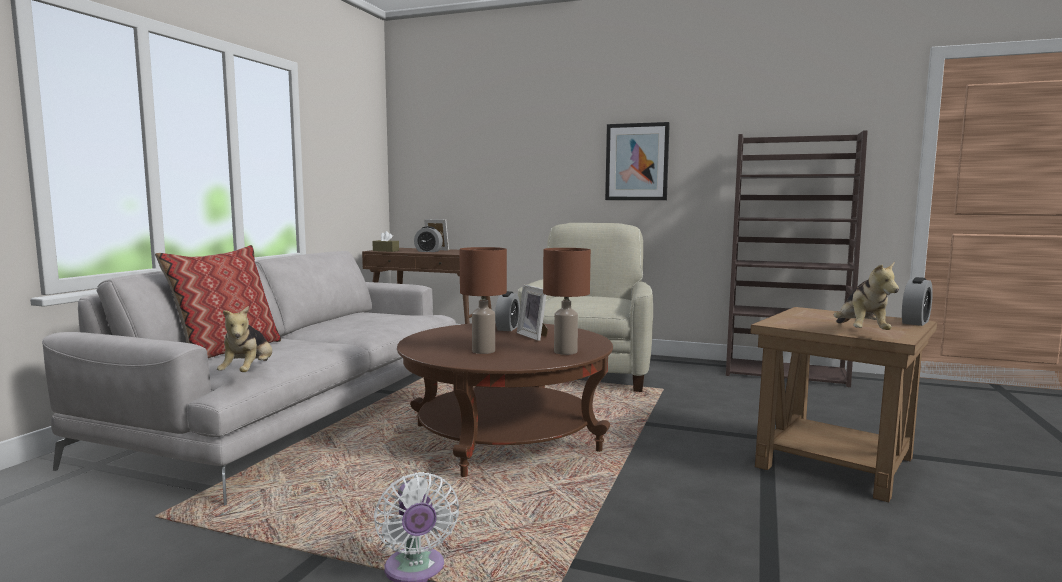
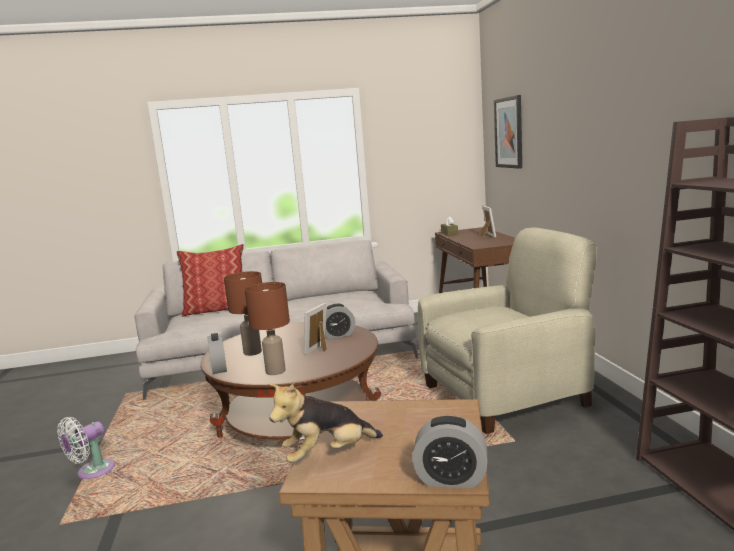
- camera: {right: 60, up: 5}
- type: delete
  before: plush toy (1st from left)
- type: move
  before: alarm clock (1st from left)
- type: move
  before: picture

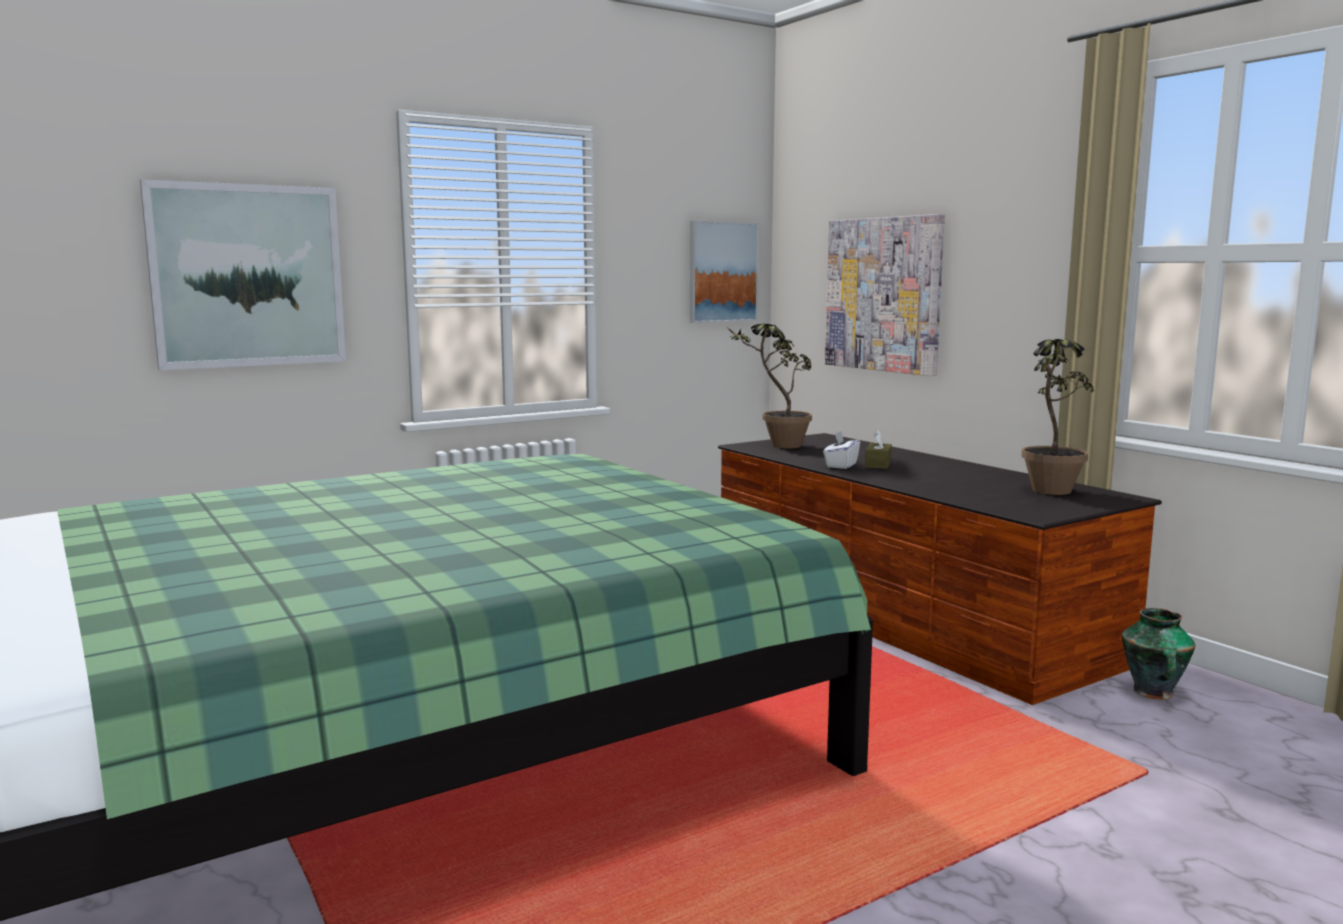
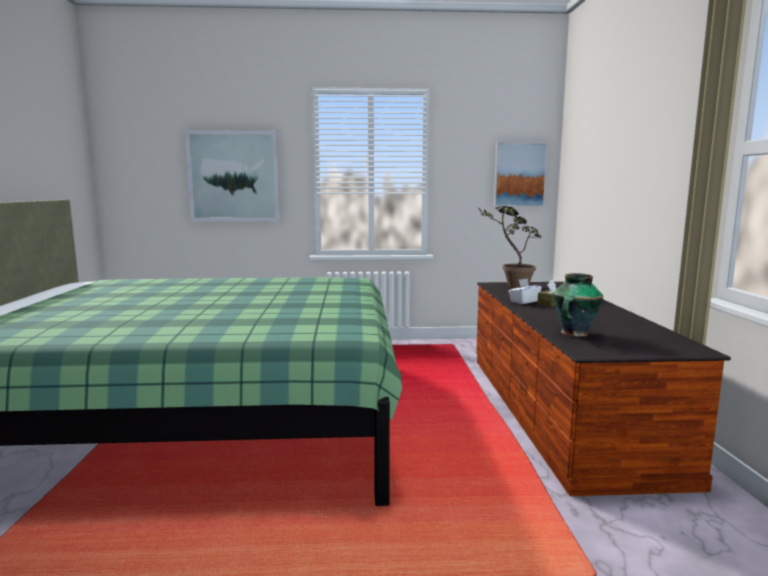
- camera: {right: 30, up: 0}
- type: delete
  before: picture (3rd from left)
- type: delete
  before: potted plant (2nd from left)
- type: move
  before: vase

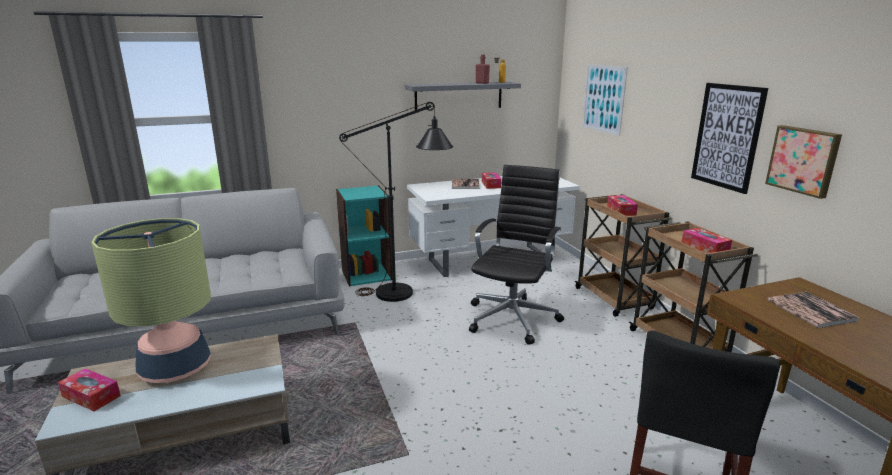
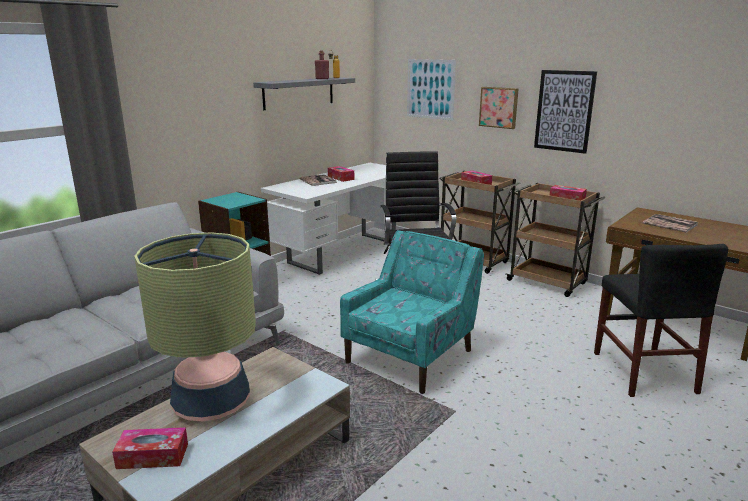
- camera: {right: -30, up: 0}
- type: delete
  before: floor lamp/black
- type: insert
  after: armchair/turquoise
- type: move
  before: picture (3rd from left in the first image)
  after: picture (2nd from left)

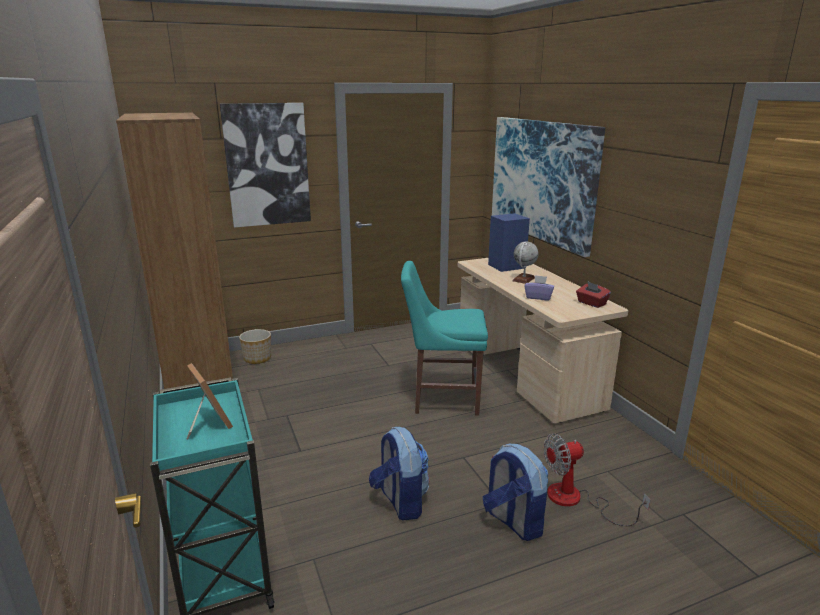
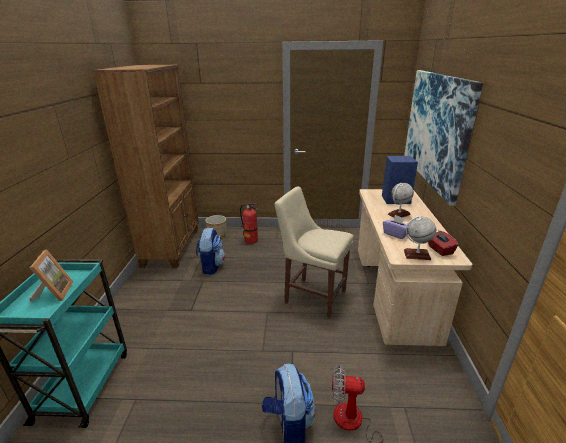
- camera: {right: 25, up: 5}
- type: delete
  before: picture (1st from left)
- type: insert
  after: fire extinguisher
- type: insert
  after: globe (2nd from left)
- type: move
  before: backpack (1st from left)
- type: recolor
  before: chair/turquoise
  after: chair/beige

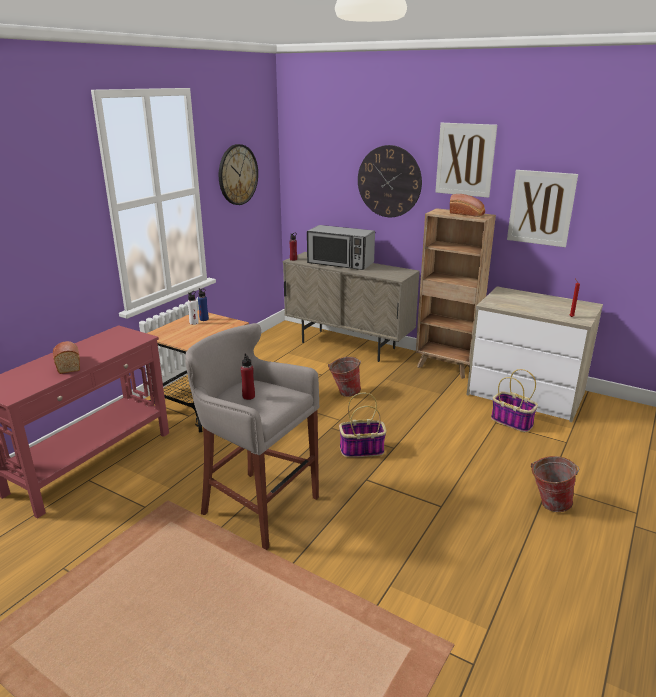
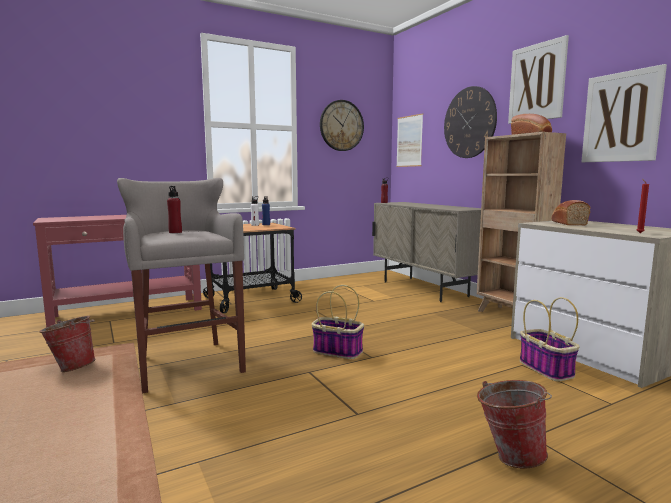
- camera: {right: 30, up: -15}
- type: delete
  before: microwave
- type: insert
  after: picture (1st from left)
- type: move
  before: bread (1st from left in the first image)
  after: bread (2nd from left)
- type: move
  before: bucket (1st from left)

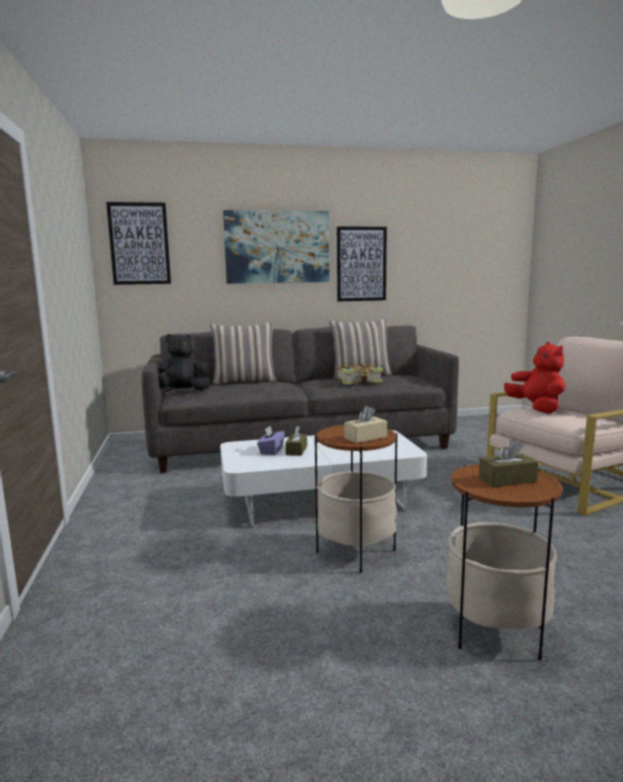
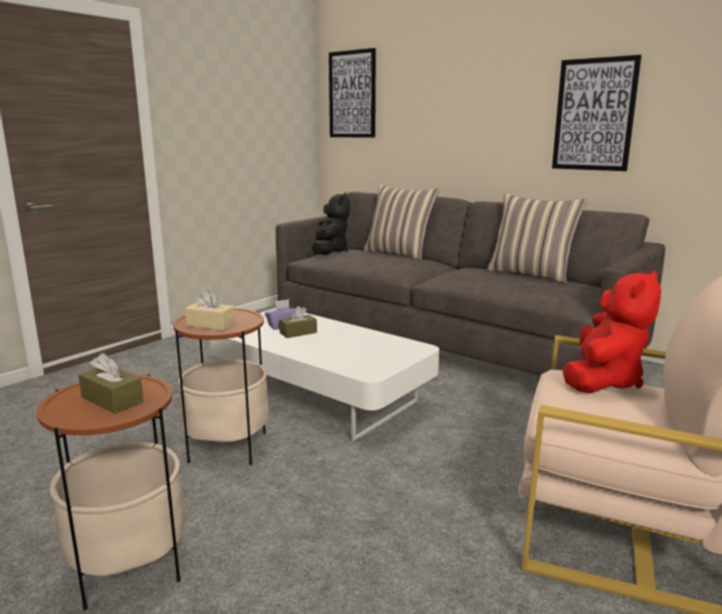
- camera: {right: 50, up: 5}
- type: delete
  before: picture (2nd from left)
- type: delete
  before: book
- type: rotate
  before: plush toy/black
  turn: 60

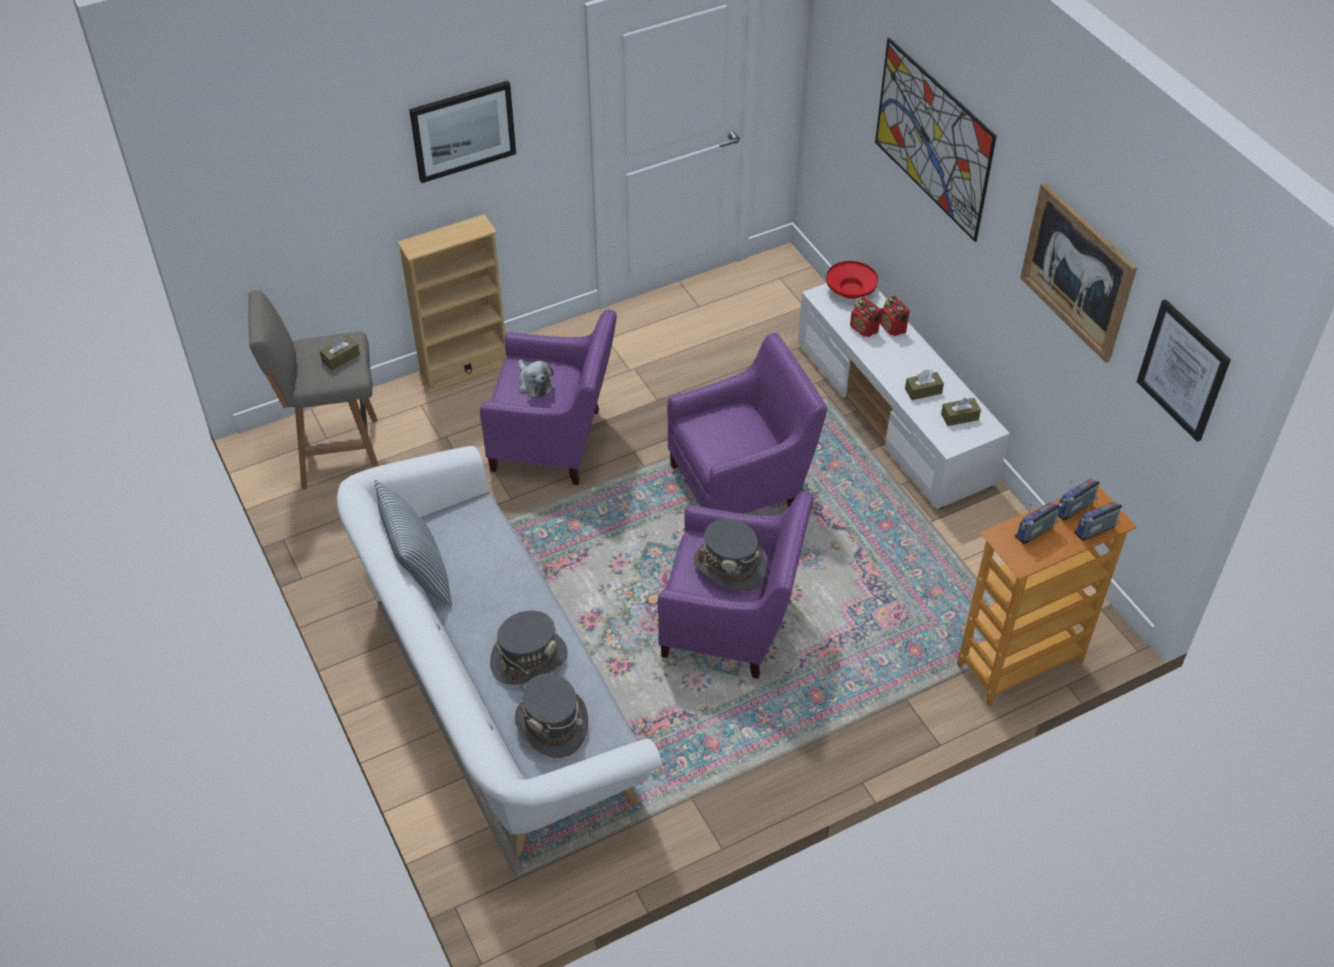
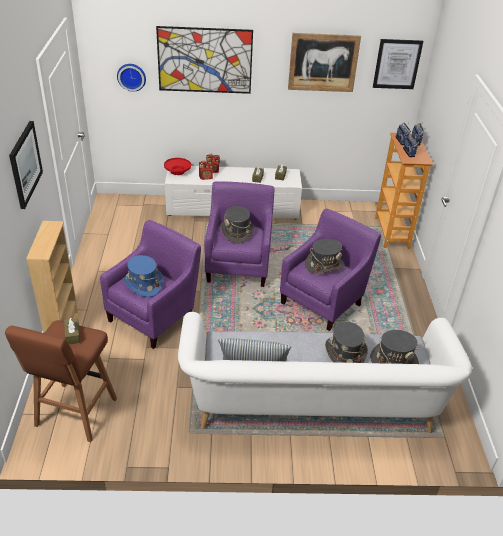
- camera: {right: -65, up: -10}
- type: insert
  after: wall clock
- type: insert
  after: hat/grey (1st from left)
- type: replace
  before: plush toy
  after: hat/blue
- type: recolor
  before: stool/grey
  after: stool/brown

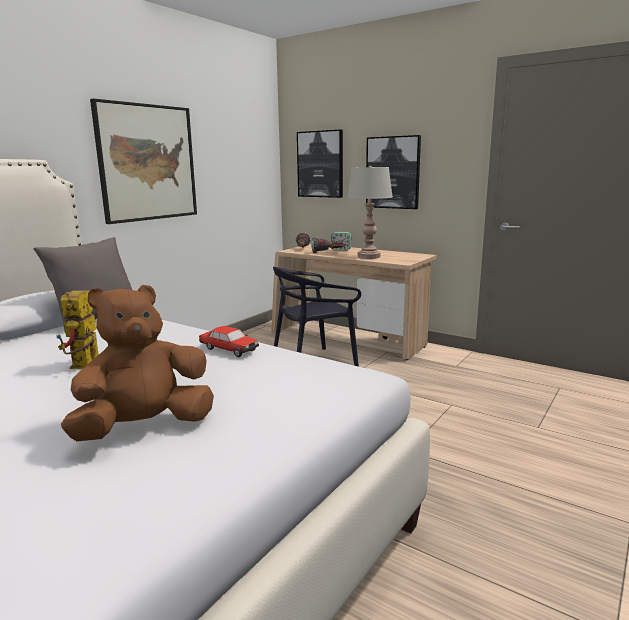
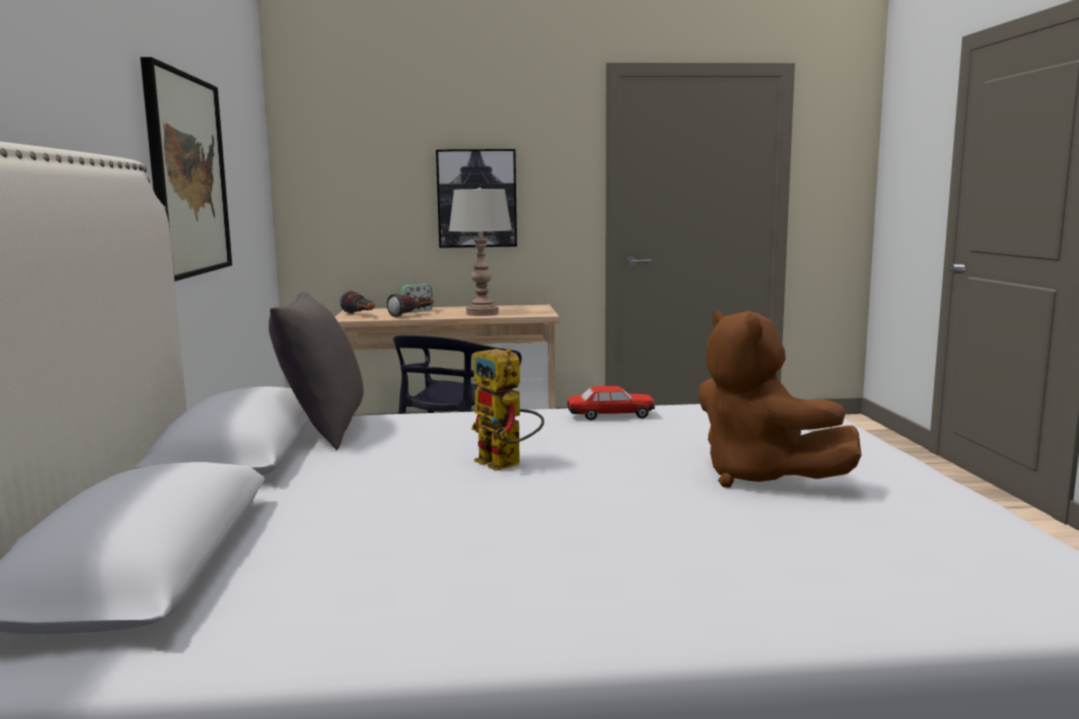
- camera: {right: -40, up: -5}
- type: delete
  before: picture (2nd from left)
- type: rotate
  before: plush toy/brown
  turn: -45

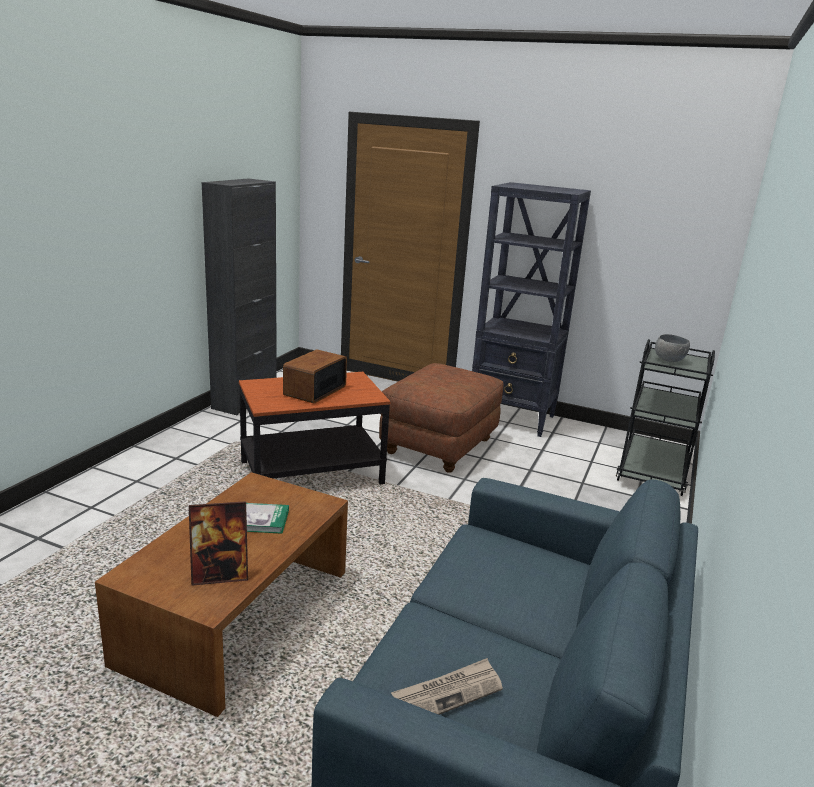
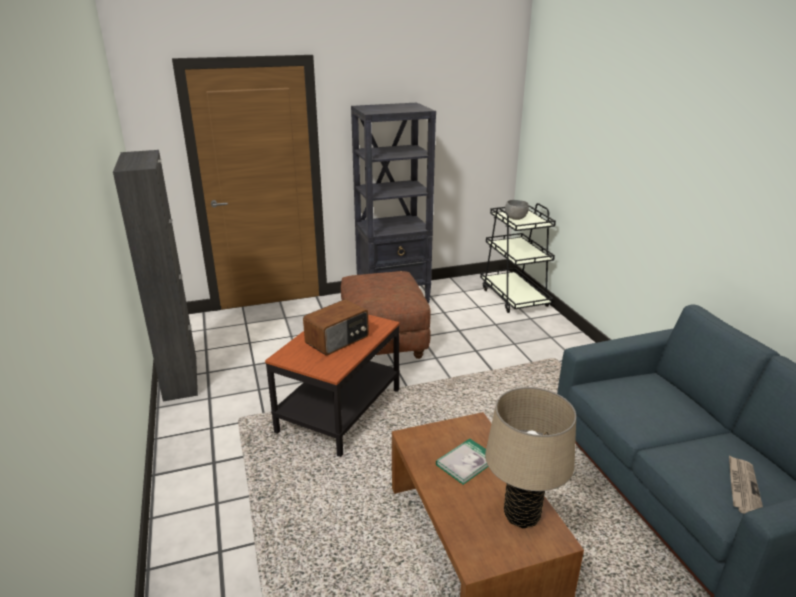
- camera: {right: -40, up: 5}
- type: replace
  before: picture frame
  after: table lamp/beige
- type: rotate
  before: radio
  turn: -120

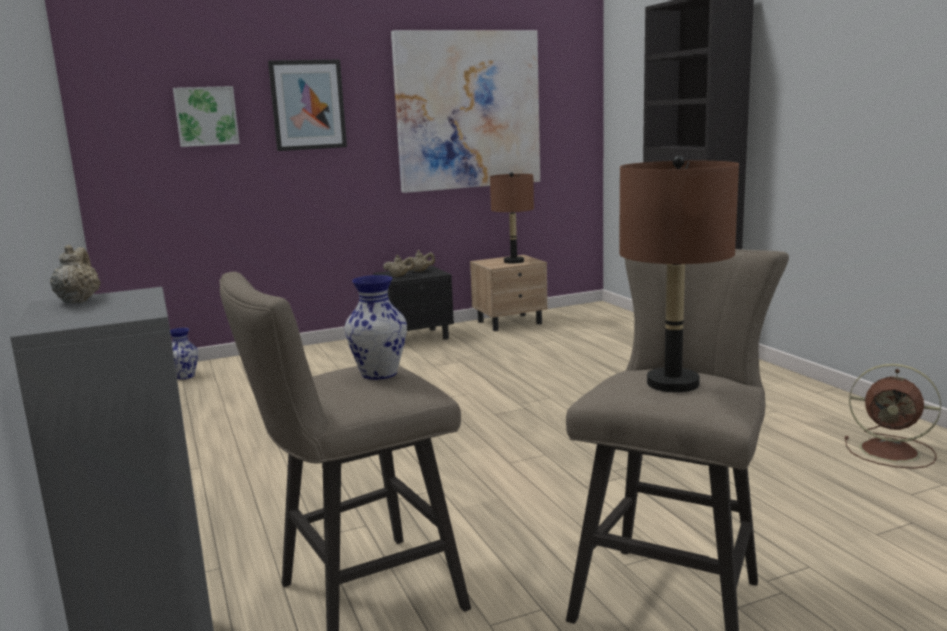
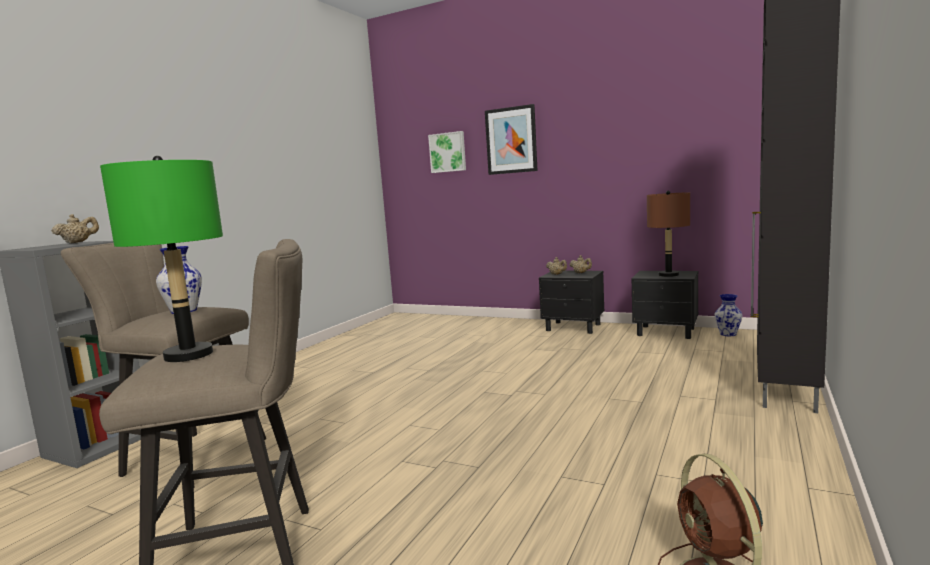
- camera: {right: 50, up: -5}
- type: delete
  before: picture (3rd from left)
- type: move
  before: vase (1st from left in the first image)
  after: vase (2nd from left)
- type: recolor
  before: nightstand/beige
  after: nightstand/black (2nd from left)
- type: recolor
  before: table lamp/brown (2nd from left)
  after: table lamp/green

